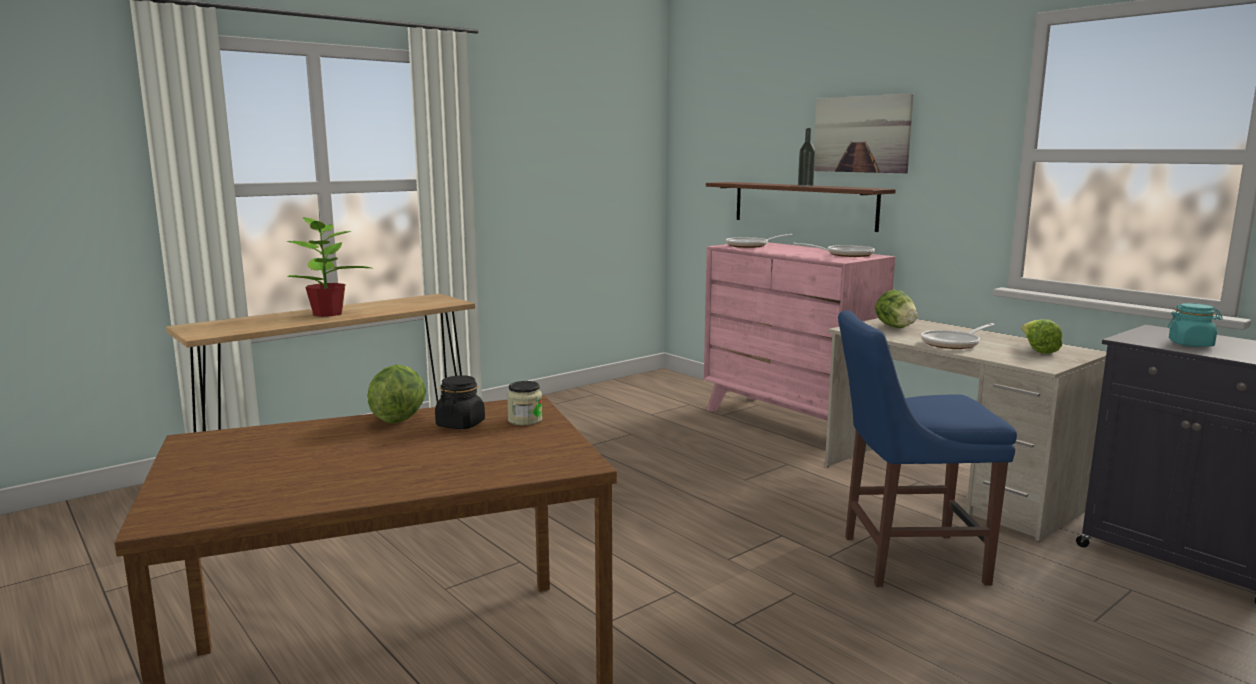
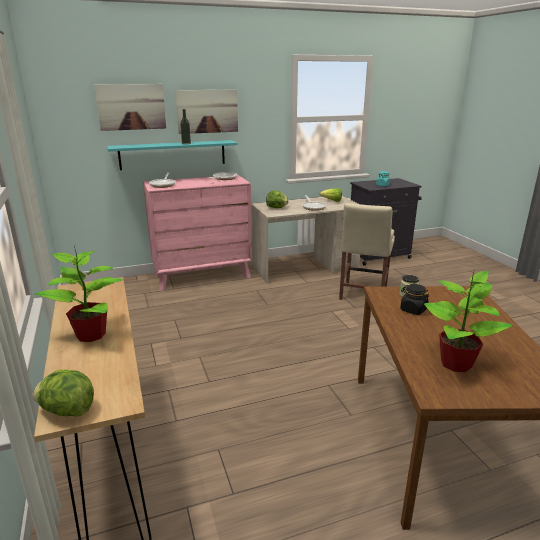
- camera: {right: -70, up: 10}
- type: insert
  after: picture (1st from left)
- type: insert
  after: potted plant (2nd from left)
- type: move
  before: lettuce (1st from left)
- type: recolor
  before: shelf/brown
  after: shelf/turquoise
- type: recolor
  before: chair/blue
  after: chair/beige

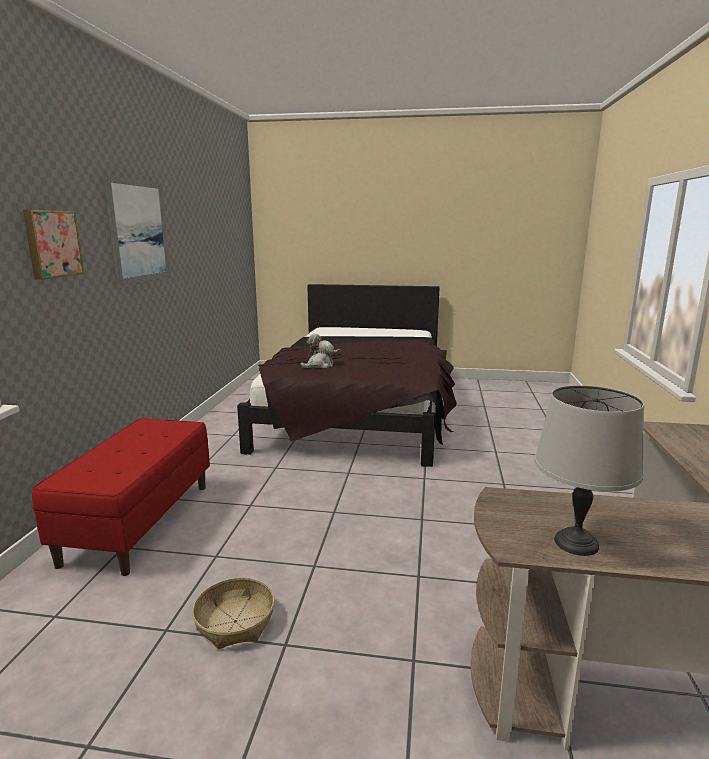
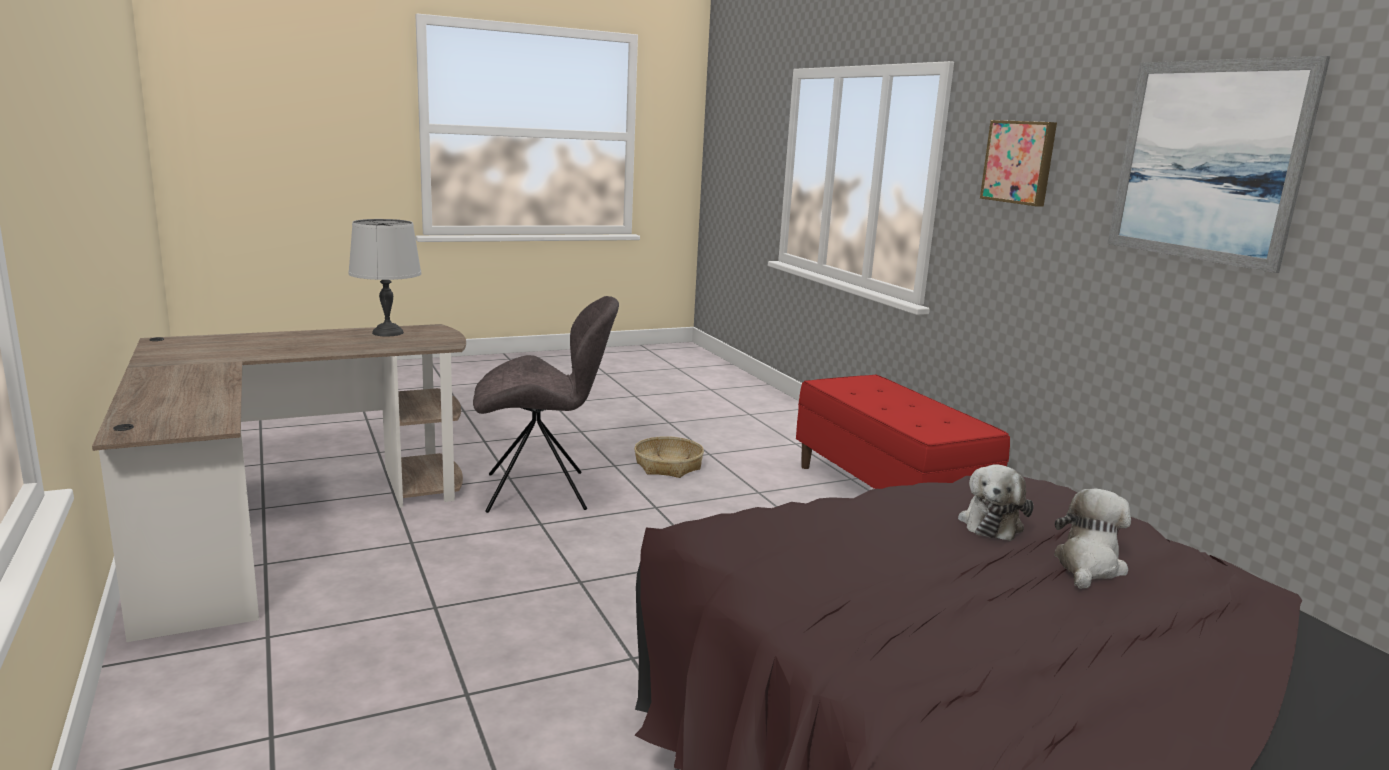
- camera: {right: 145, up: 0}
- type: insert
  after: chair/grey

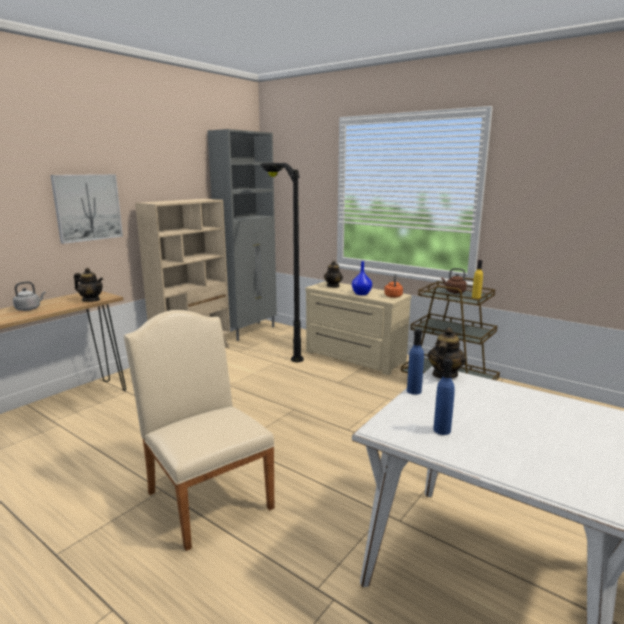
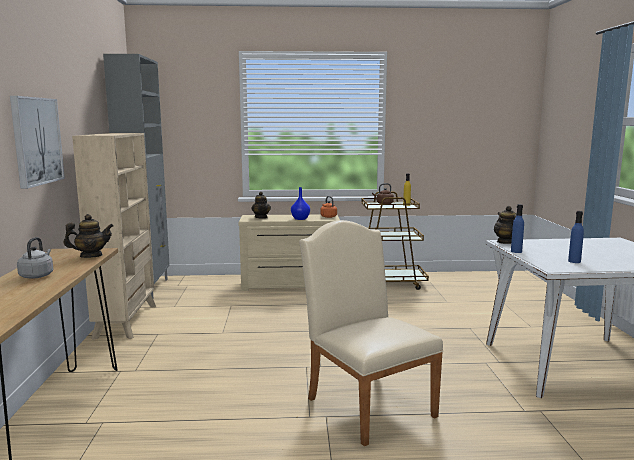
- camera: {right: -40, up: -5}
- type: delete
  before: floor lamp/black
- type: rotate
  before: chair/beige
  turn: 45

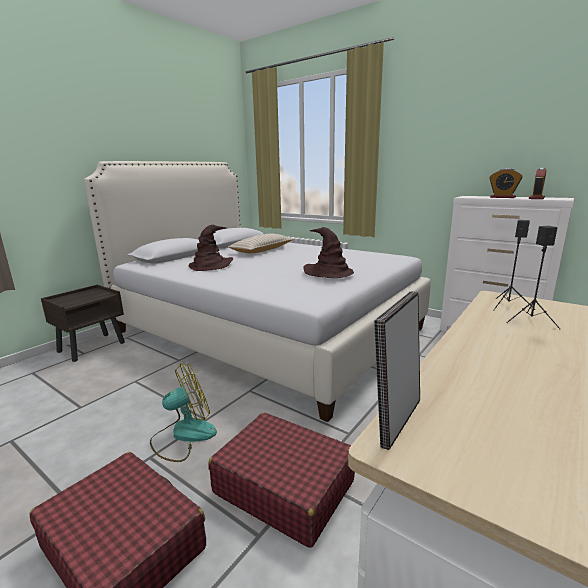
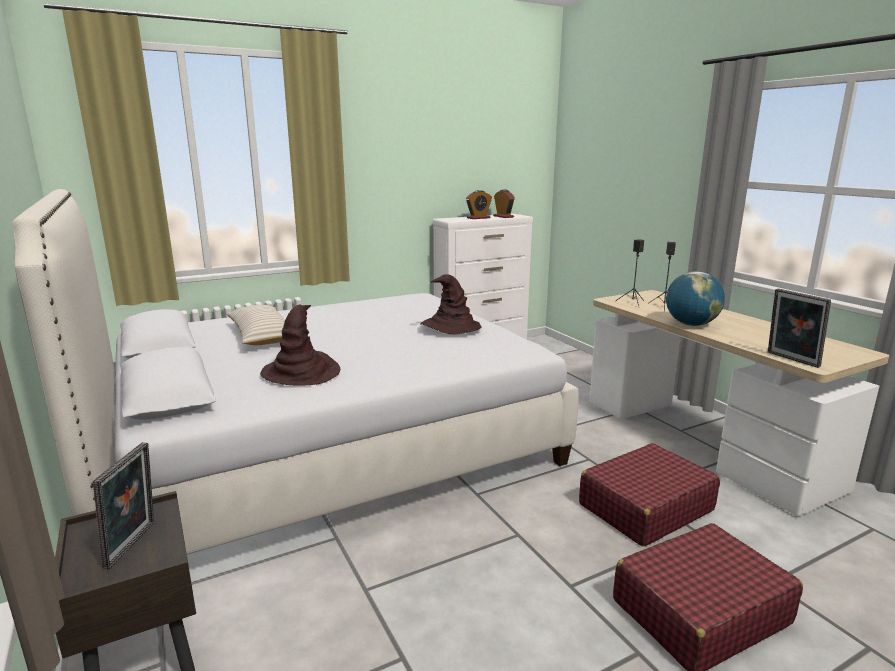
- camera: {right: -65, up: 0}
- type: delete
  before: fan
- type: insert
  after: picture frame (1st from left)
- type: insert
  after: globe

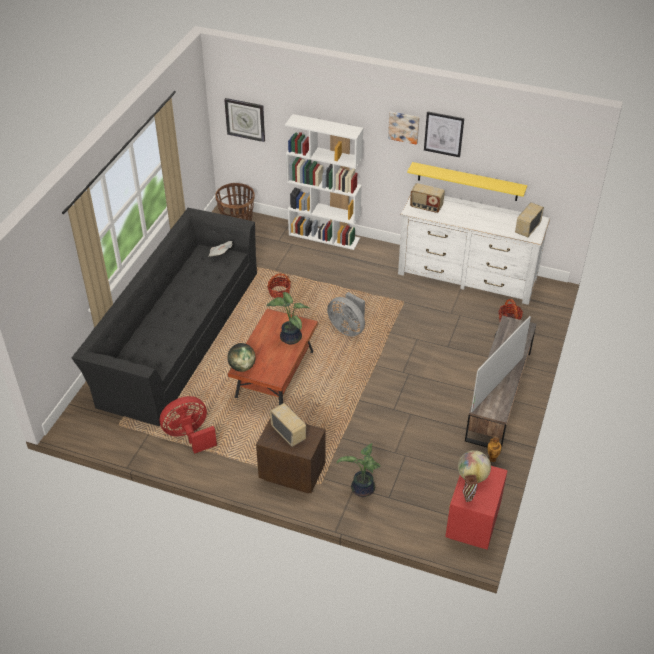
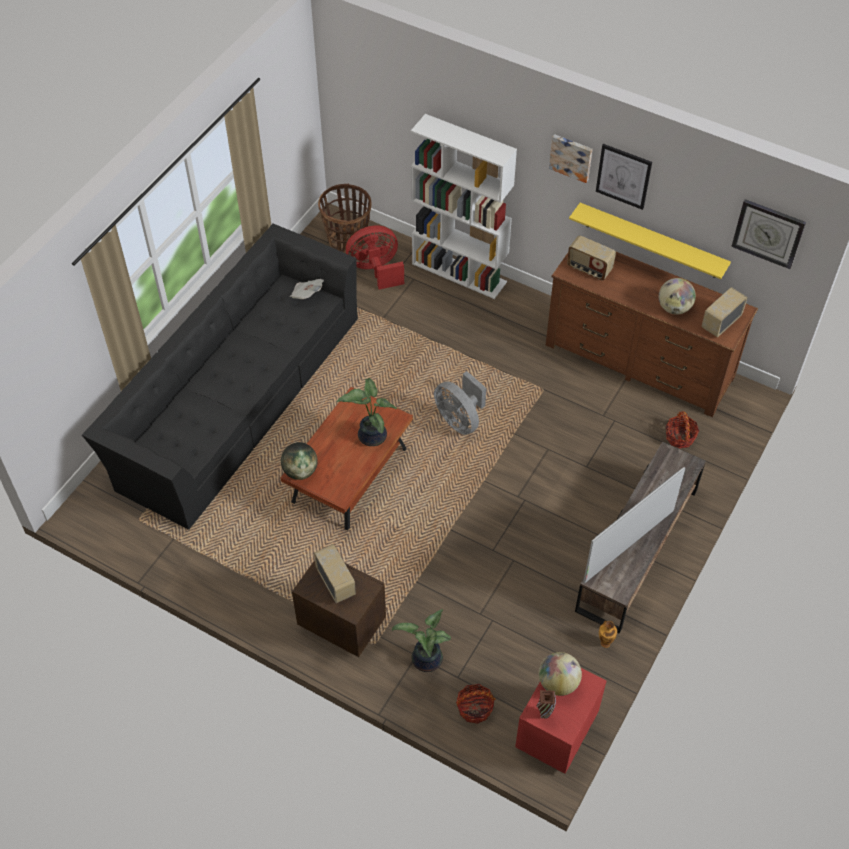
- camera: {right: 10, up: 10}
- type: insert
  after: globe (3rd from left)
- type: move
  before: fan/red
- type: move
  before: wall clock
- type: move
  before: basket (2nd from left)
- type: recolor
  before: dresser/white
  after: dresser/brown

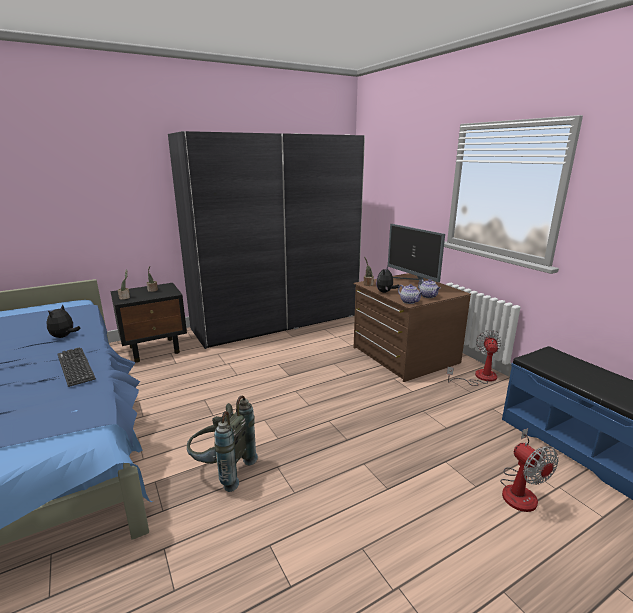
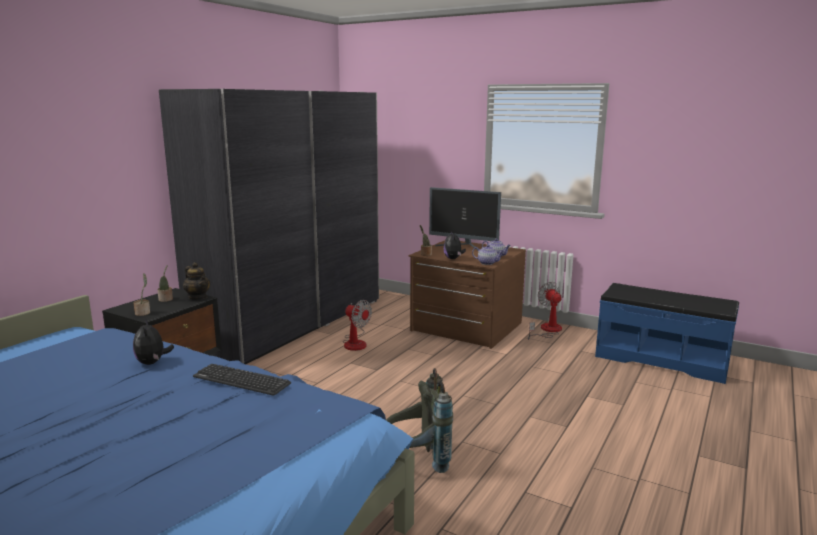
- camera: {right: -30, up: -5}
- type: insert
  after: teapot (1st from left)
- type: move
  before: fan (2nd from left in the first image)
  after: fan (1st from left)

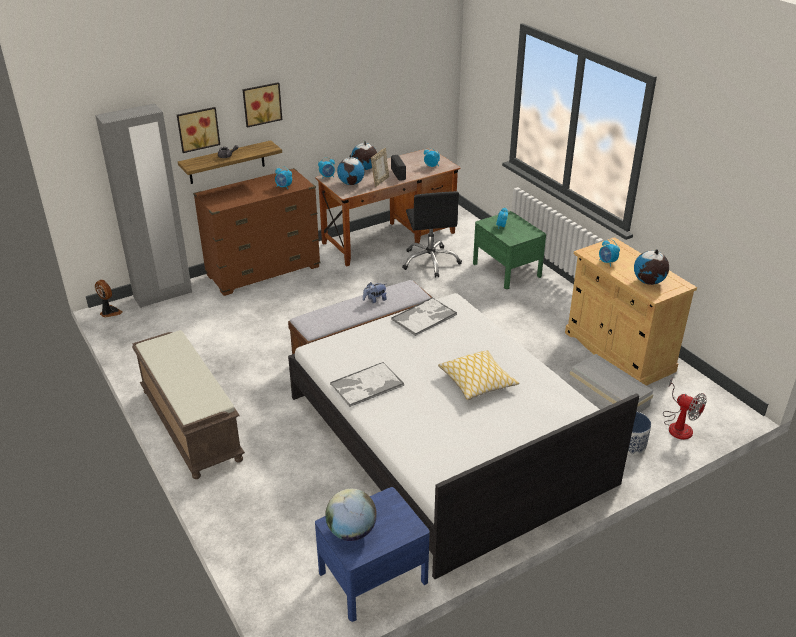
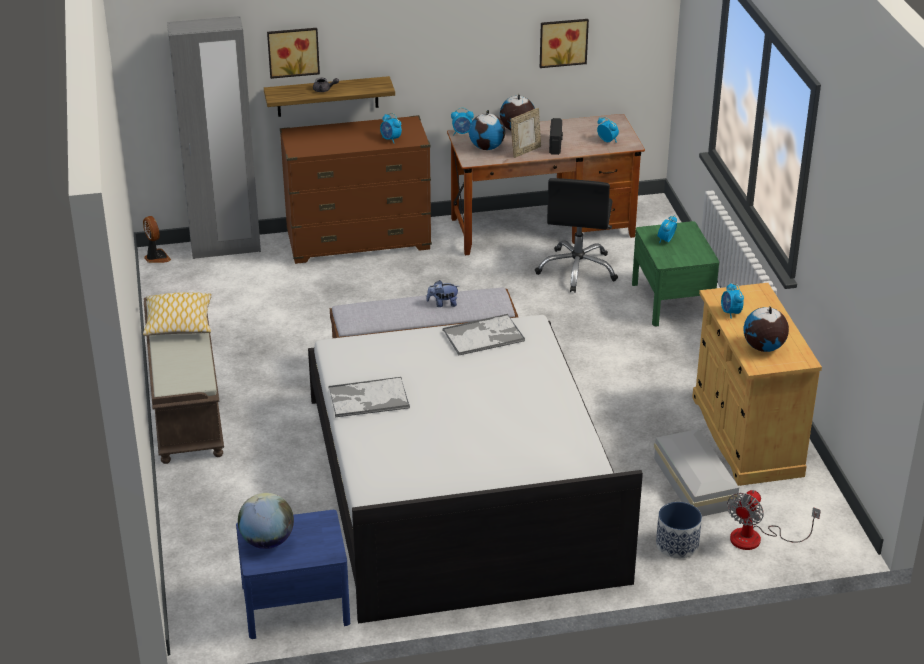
- camera: {right: 20, up: 0}
- type: move
  before: picture (2nd from left)
- type: move
  before: pillow
- type: rotate
  before: fan (2nd from left)
  turn: 60

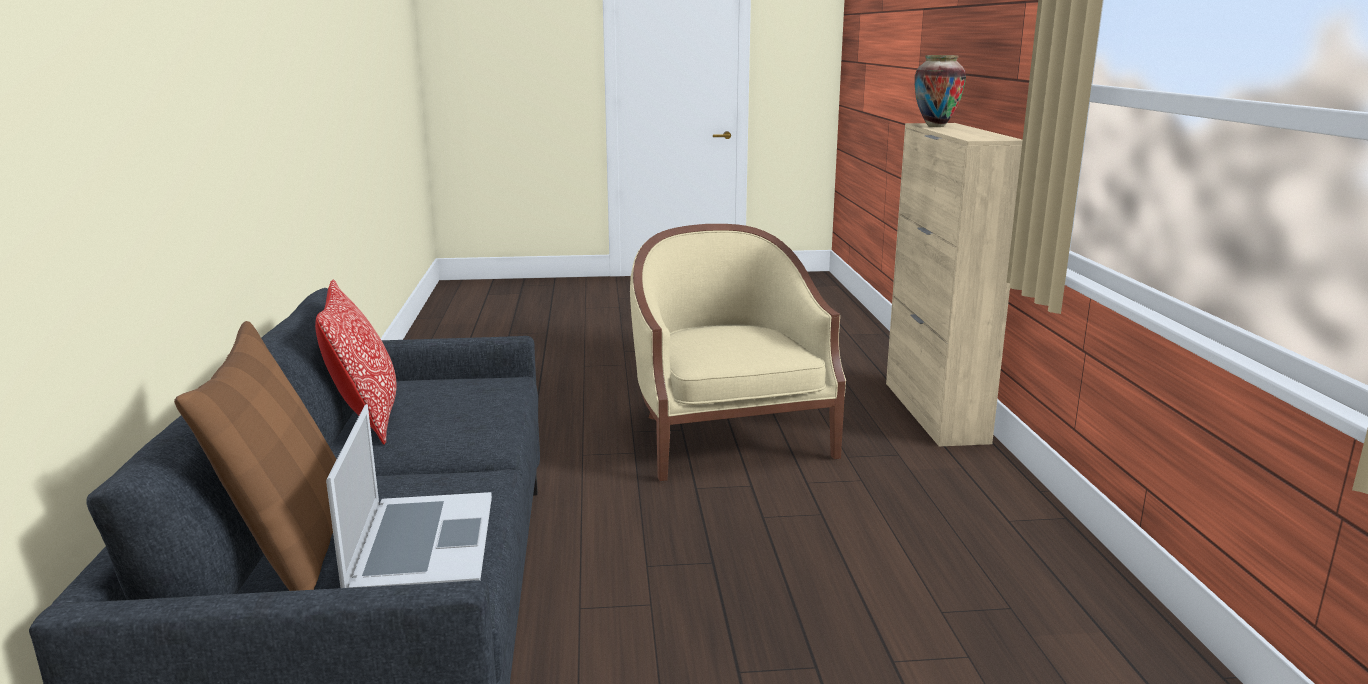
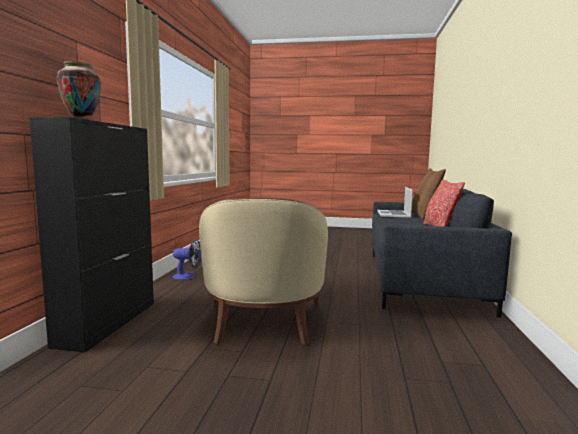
- camera: {right: -165, up: -10}
- type: insert
  after: fan
- type: recolor
  before: cabinet/beige
  after: cabinet/black

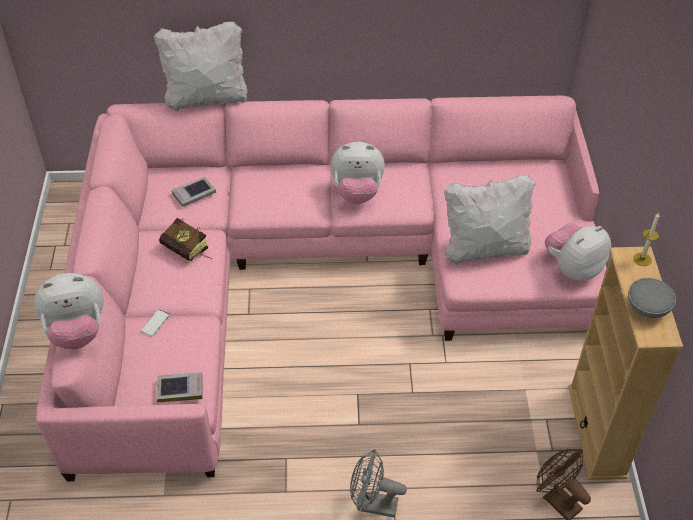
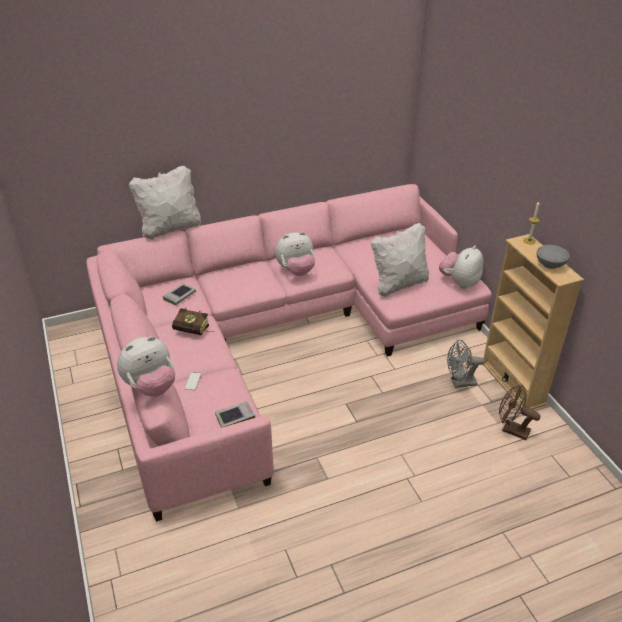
- camera: {right: -20, up: -10}
- type: move
  before: fan/grey

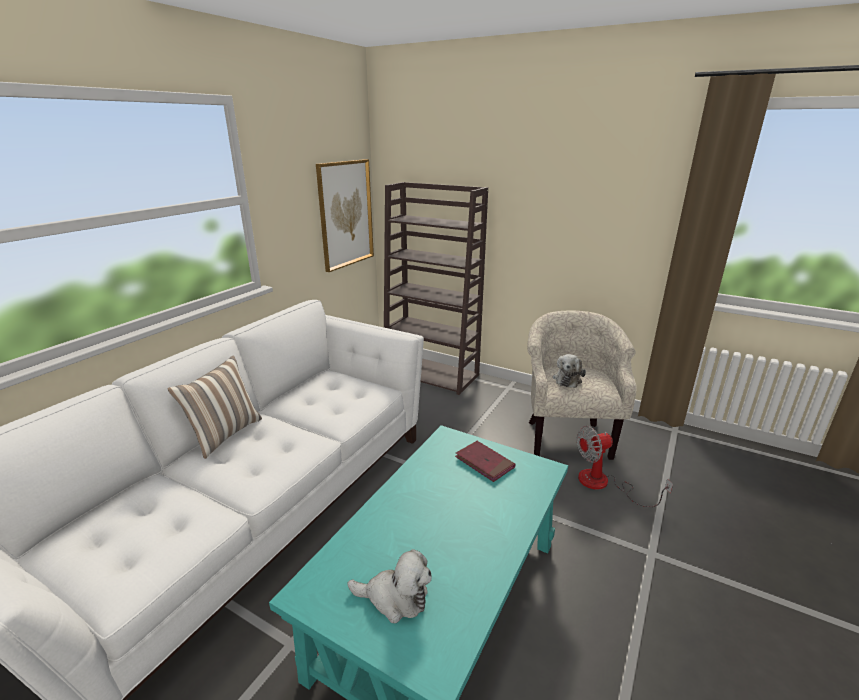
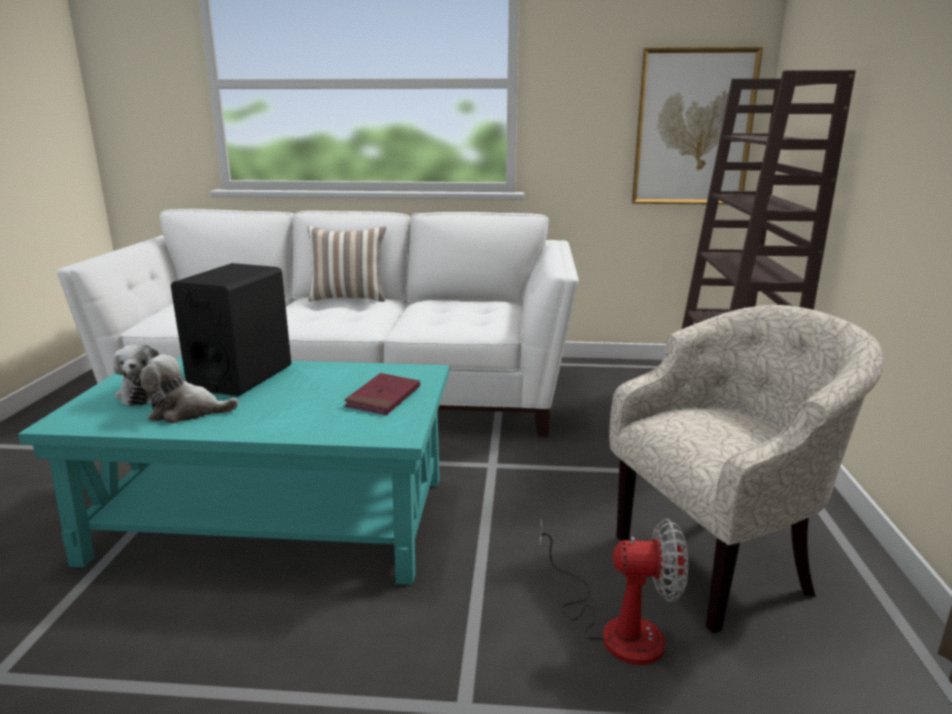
- camera: {right: 65, up: -5}
- type: insert
  after: speaker/black
- type: move
  before: plush toy (2nd from left)
- type: rotate
  before: fan
  turn: 135

